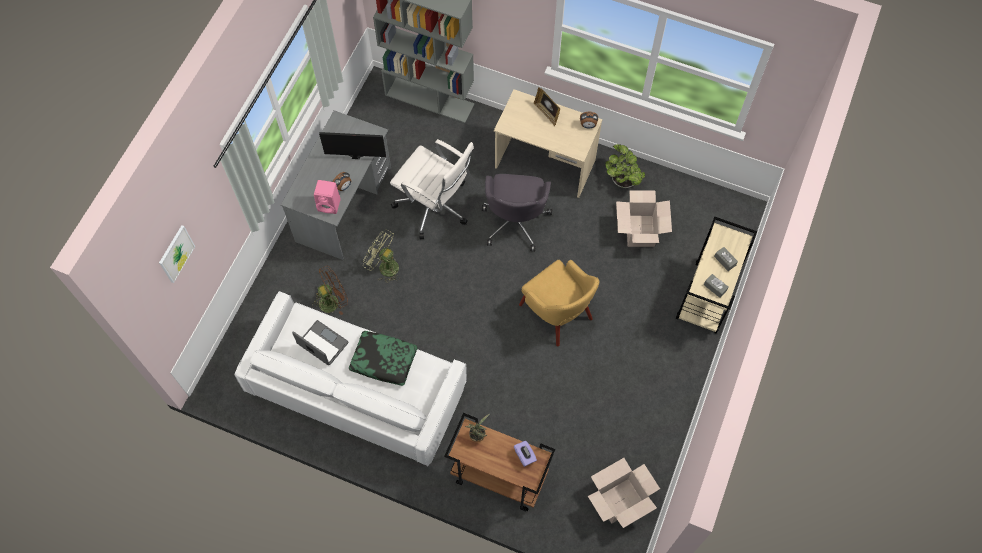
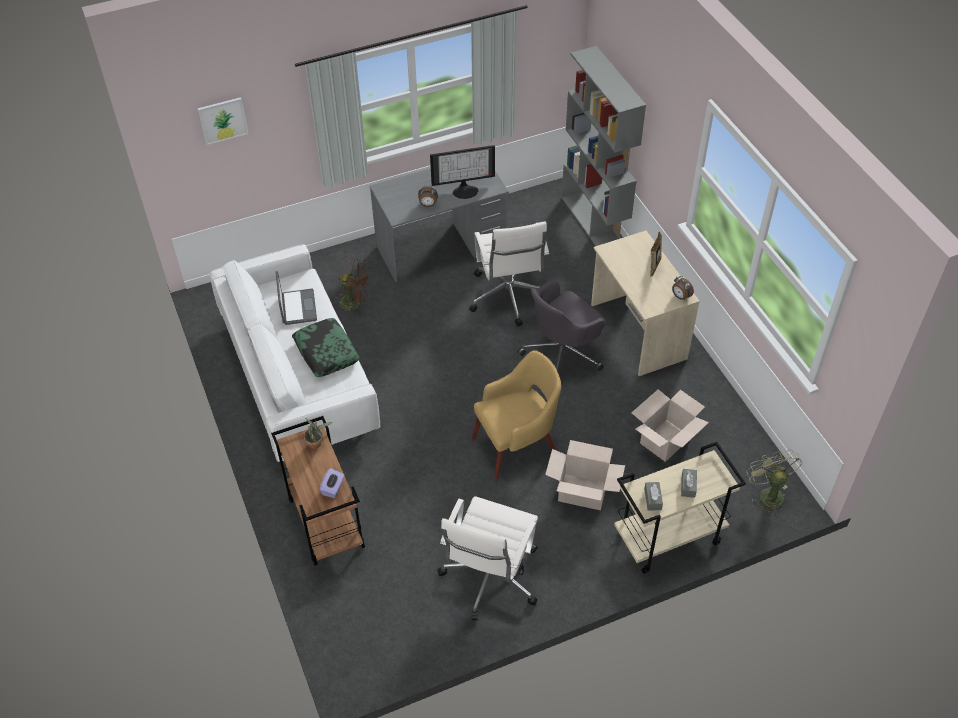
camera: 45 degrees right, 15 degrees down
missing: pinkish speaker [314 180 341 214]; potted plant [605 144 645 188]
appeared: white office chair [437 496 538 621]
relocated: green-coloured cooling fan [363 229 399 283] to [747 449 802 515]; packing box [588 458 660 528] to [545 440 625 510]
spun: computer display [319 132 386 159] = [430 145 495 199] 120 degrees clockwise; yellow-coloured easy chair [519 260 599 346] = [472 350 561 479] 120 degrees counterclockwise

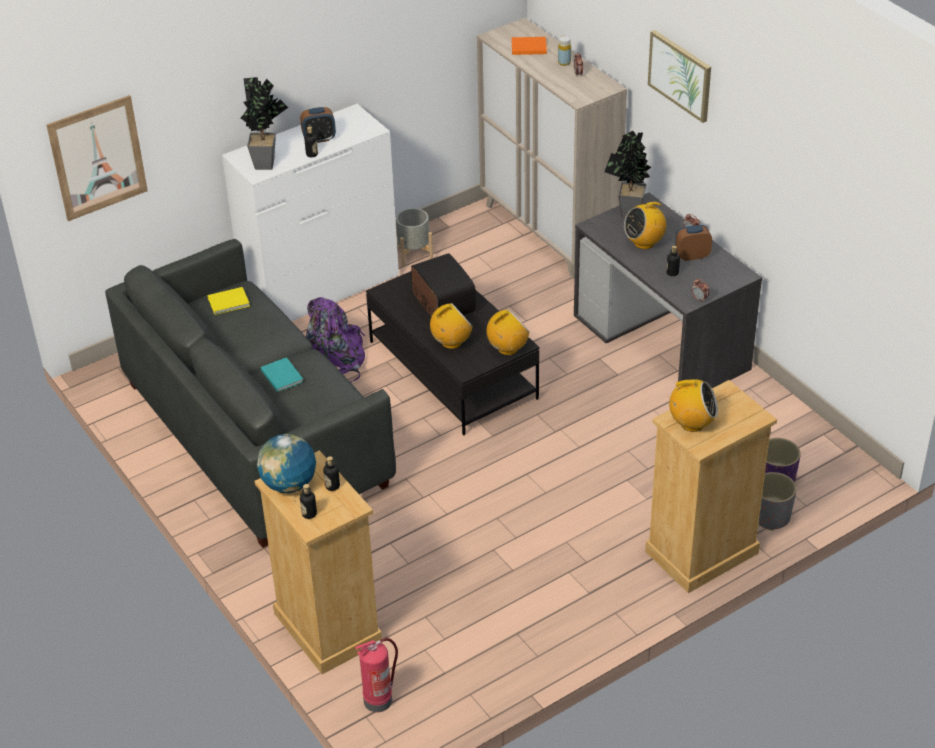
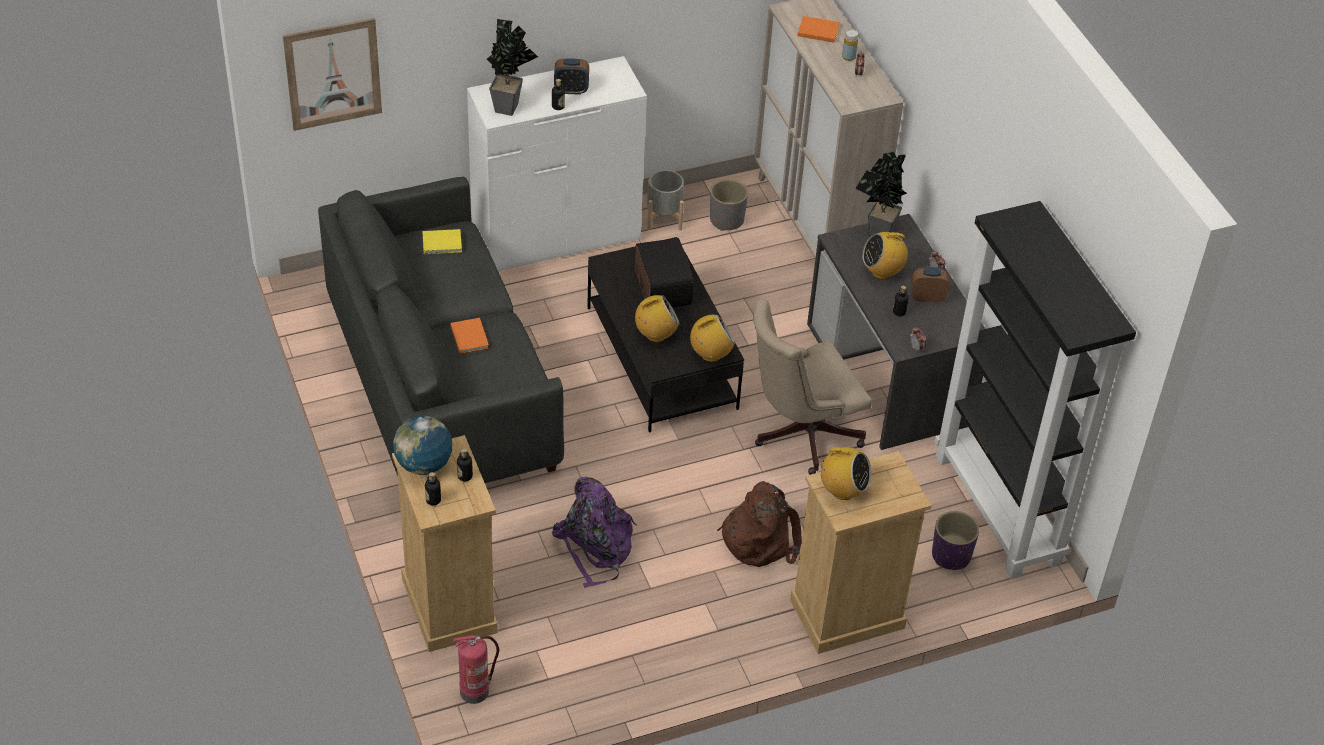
camera: 10 degrees right, 5 degrees up
missing: wall art [648 30 711 123]
appeared: brownish knapsack [717 481 802 567]; beige office chair [753 299 872 475]; black-coloured bookshelf [935 201 1136 579]
relocated: purplish knapsack [306 297 365 383] to [552 477 637 588]; greyish planter [758 472 797 531] to [710 179 748 231]
colour: blue-green volume [261 357 303 392] to orange volume [451 318 489 354]

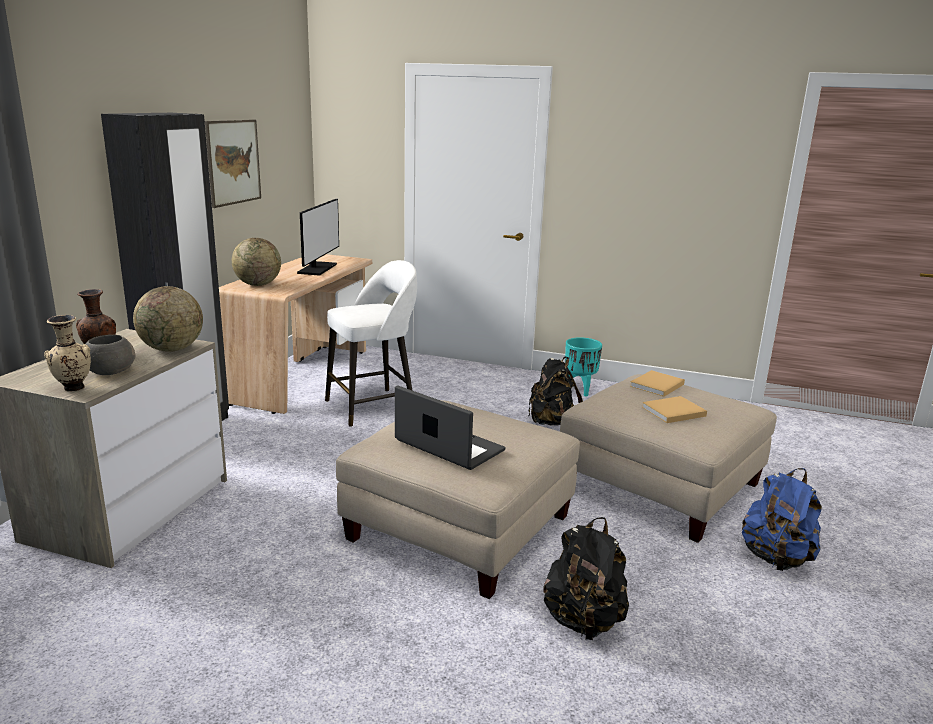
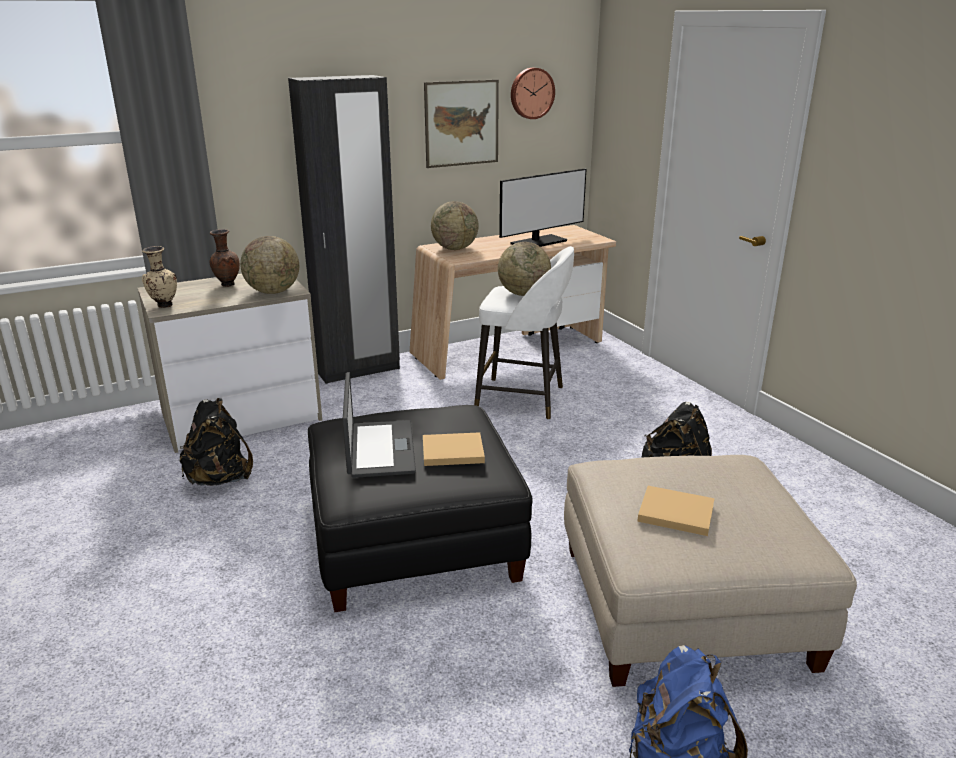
camera: 45 degrees right, 5 degrees up
missing: greyish bowl [85 335 136 375]; blue-green planter [565 337 602 397]
appeared: globe [498 242 551 296]; clock on the wall [511 68 555 119]
relocated: black-coloured knapsack [544 517 629 640] to [180 398 253 486]; beige volume [630 370 685 397] to [423 432 485 466]
colour: beige pouffe [336 400 580 599] to black-coloured pouffe [308 405 533 612]

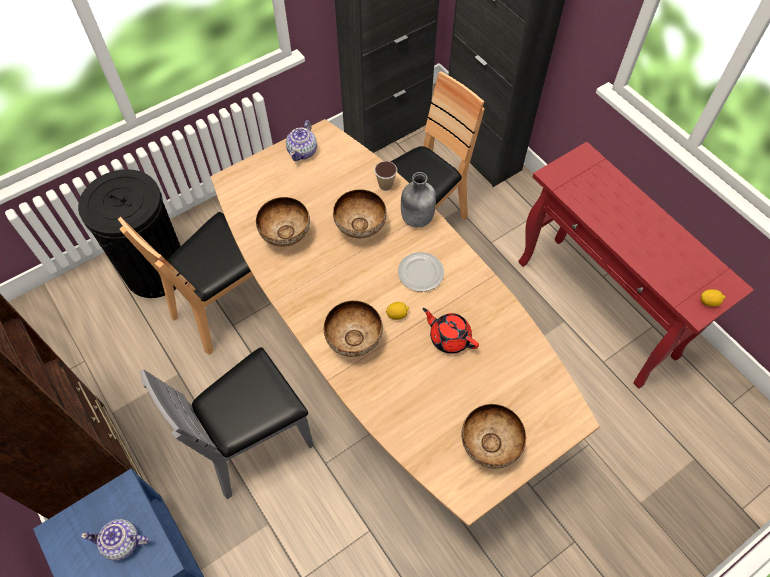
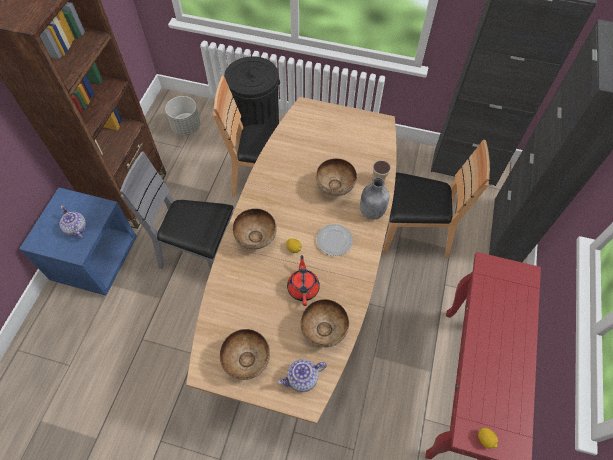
camera: 50 degrees right, 0 degrees up
appeared: greyish planter [165 96 200 135]
relocated: bowl [256 197 310 247] to [300 299 349 347]; tea pot [286 120 317 161] to [278 359 327 392]

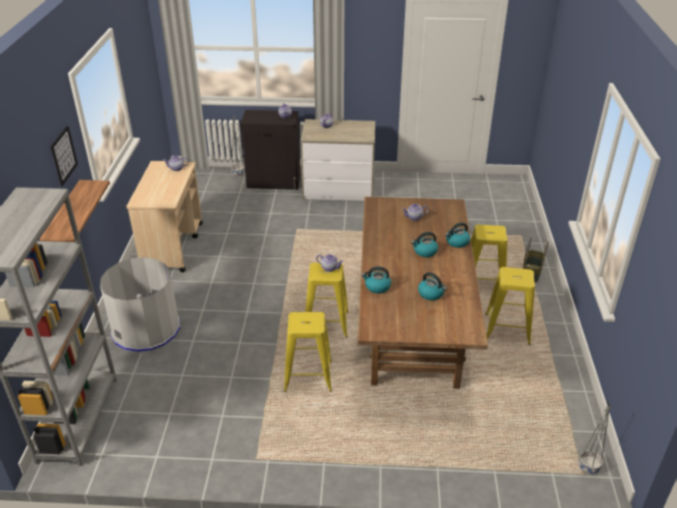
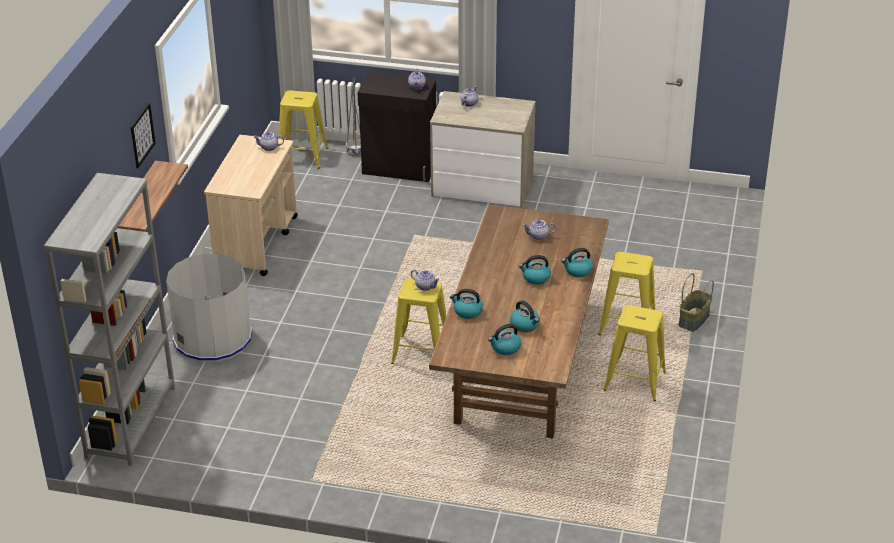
camera: 10 degrees right, 0 degrees up
missing: greyish planter [578 401 611 474]
appeared: kettle [488 324 521 355]
relocated: yellow-coloured stool [284 312 332 392] to [279 90 328 168]

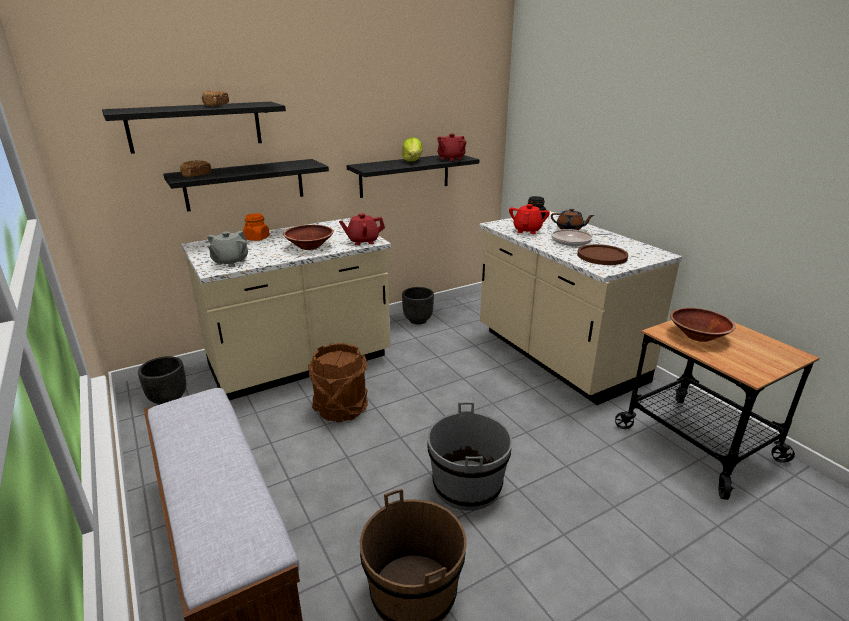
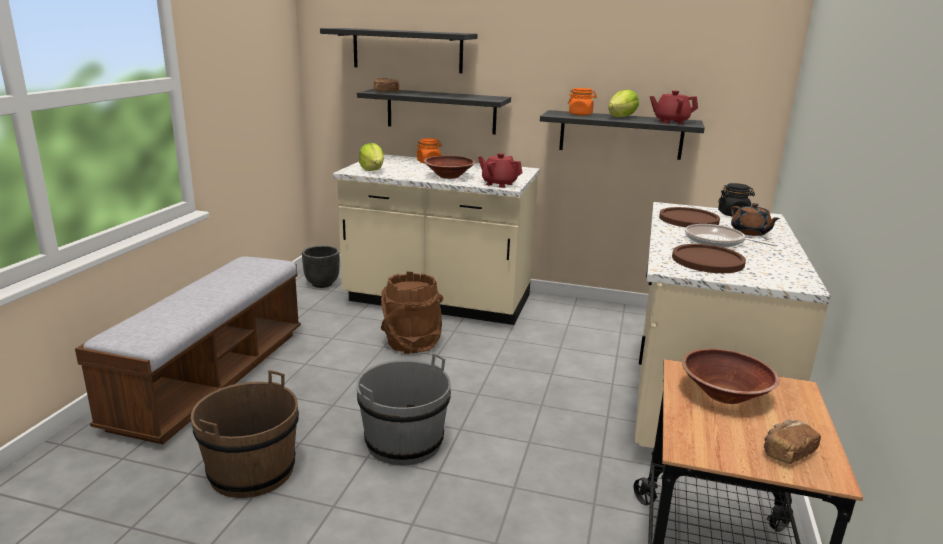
camera: 45 degrees right, 5 degrees down
missing: black-coloured planter [402 287 434 324]
appeared: orange storage jar [568 88 597 115]
relocated: baked bread [201 90 229 107] to [764 419 821 464]
exchanged: greyish tea pot [207 231 248 267] to lettuce head [359 143 384 171]; reddish tea pot [509 204 550 234] to brownish flat dish [659 207 720 227]

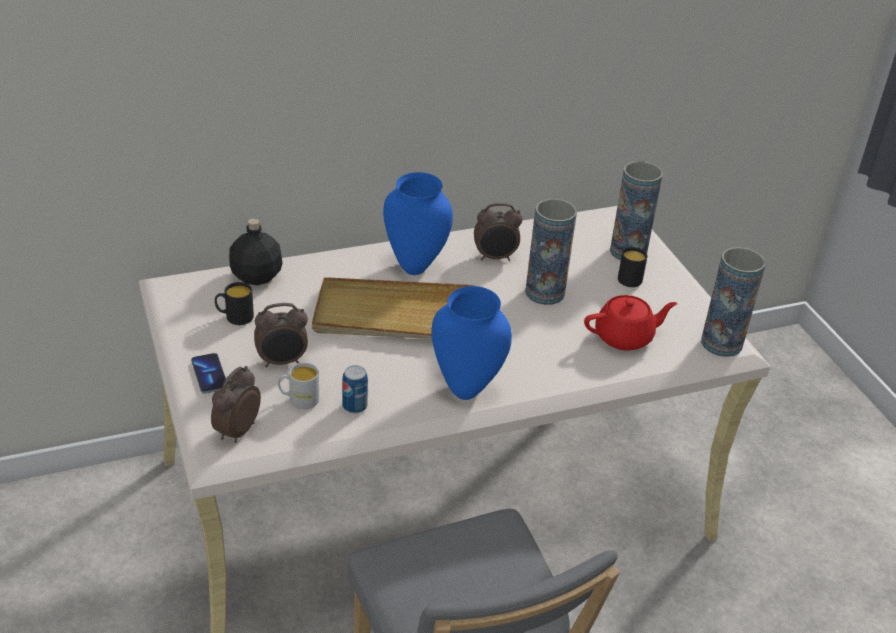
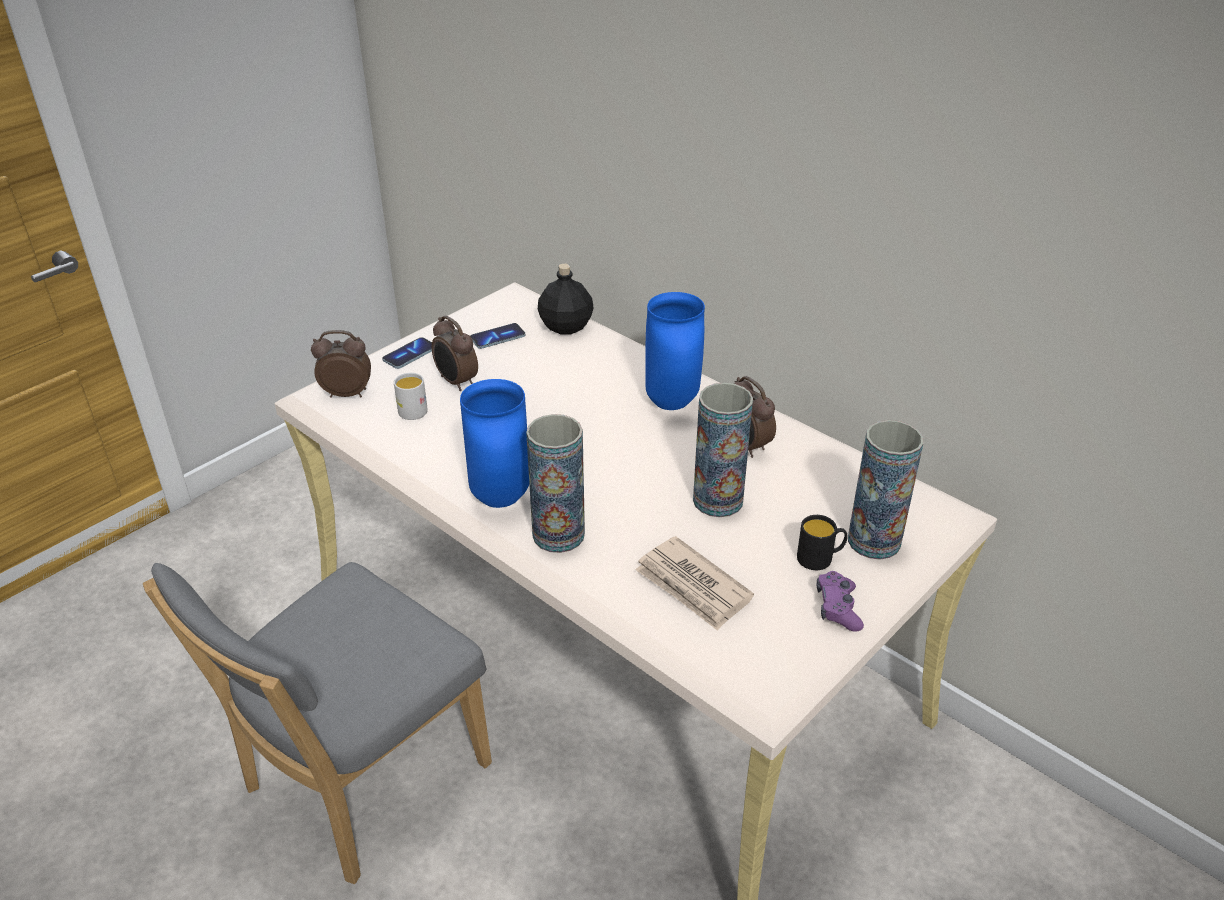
camera: 65 degrees right, 0 degrees up
missing: beige carrying tray [312 277 474 339]; metal can [342 365 368 414]
appeared: purplish gamepad [817 571 864 632]
relocated: flower vase [701 247 765 357] to [526 414 585 553]
exchanged: black-coloured tea mug [215 282 254 325] to telephone [470 323 525 349]; reddish tea pot [584 295 677 351] to daily paper [635 536 754 631]

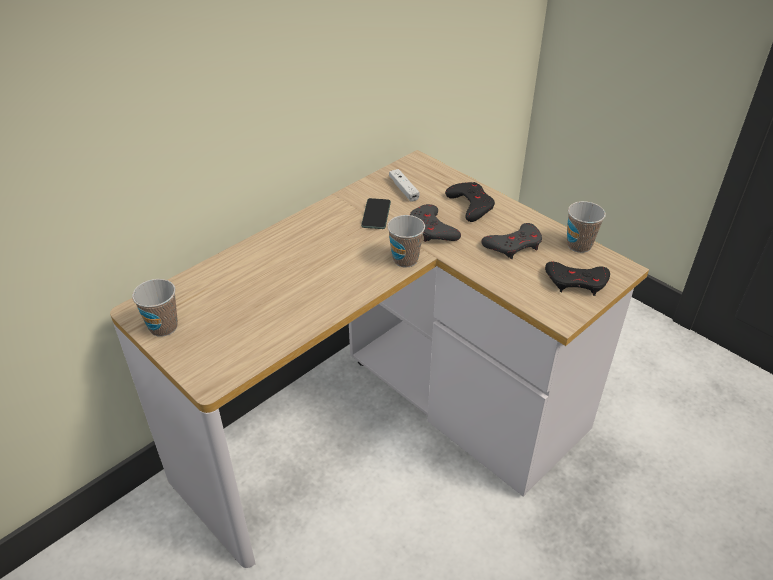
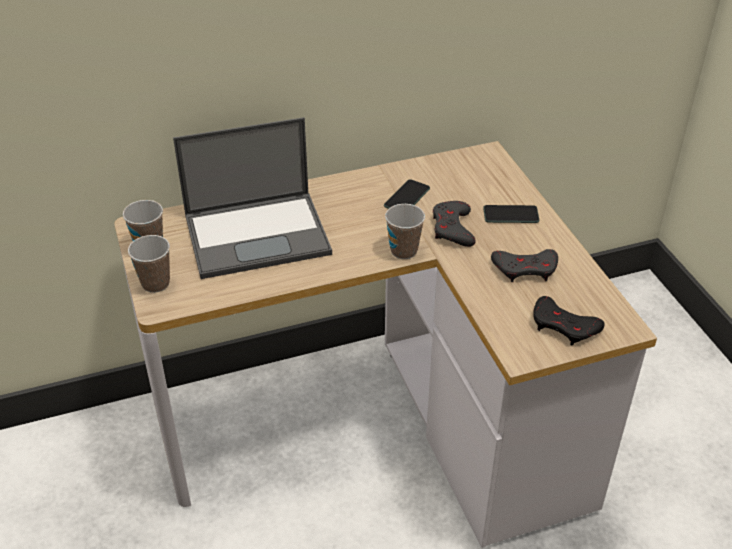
camera: 25 degrees right, 0 degrees up
missing: white gamepad [389 169 420 202]
appeared: portable computer [173 117 332 279]
relocated: small cup [567 201 606 253] to [128 235 170 293]
exchanged: black-coloured gamepad [445 182 495 222] to telephone [483 205 539 223]

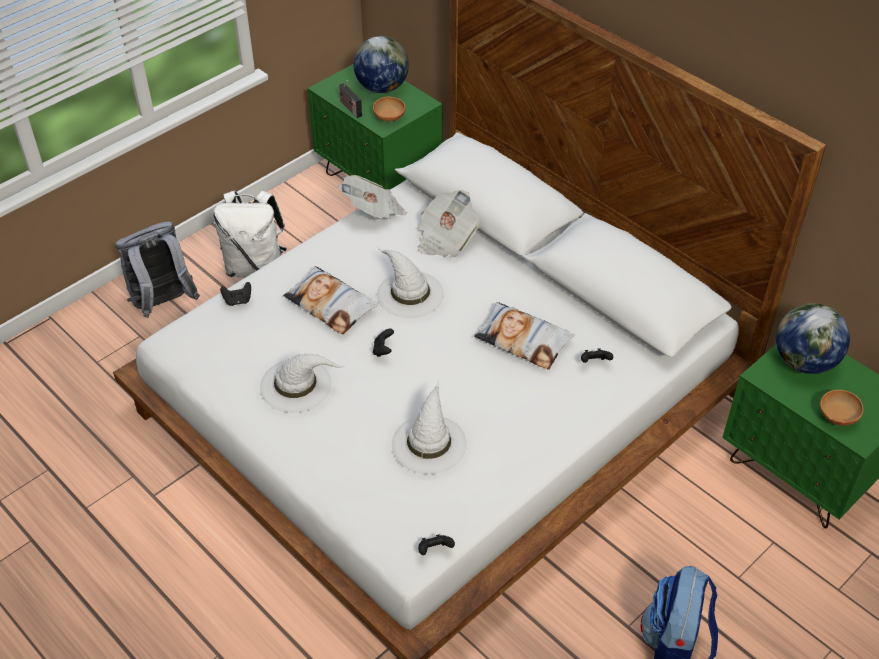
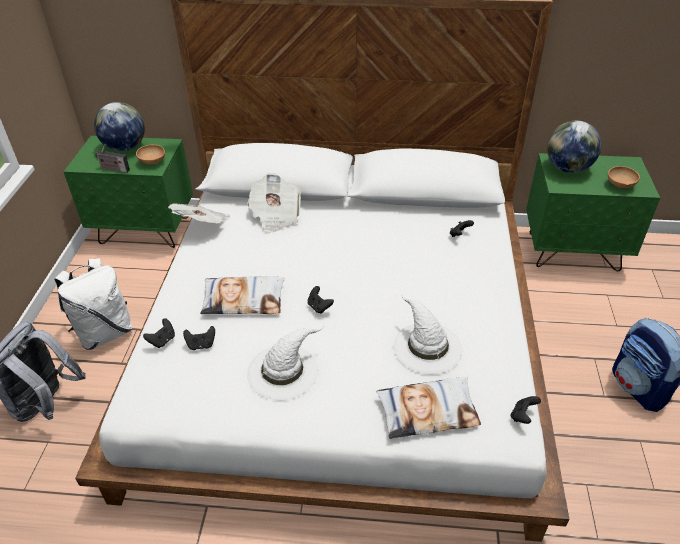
camera: 40 degrees left, 5 degrees down
missing: white wearable hat [377 246 444 318]
appeared: black-coloured gamepad [183 326 215 350]
relocated: pillow [474 302 574 370] to [376 377 481 439]

